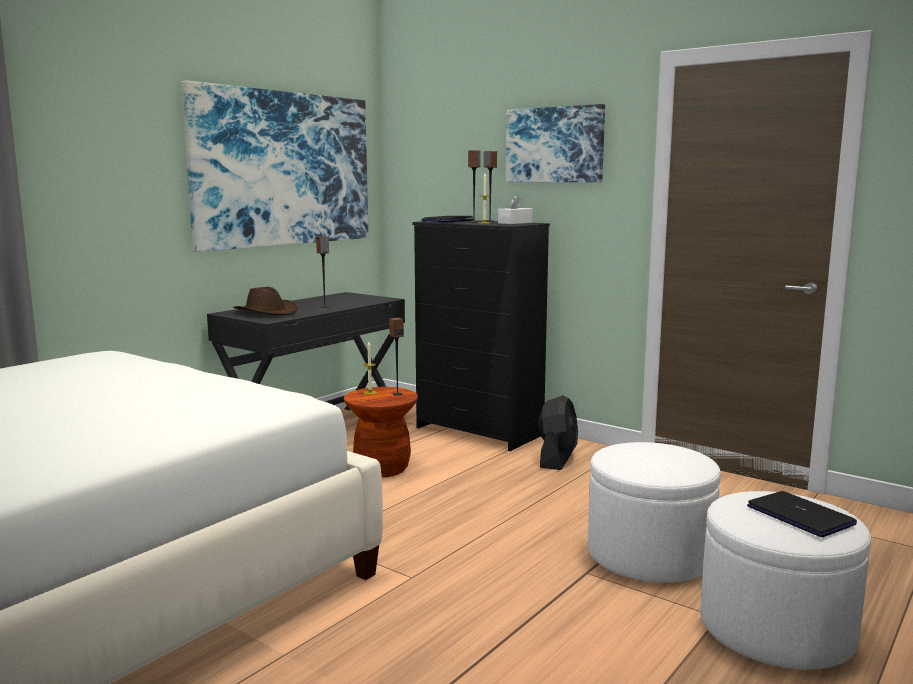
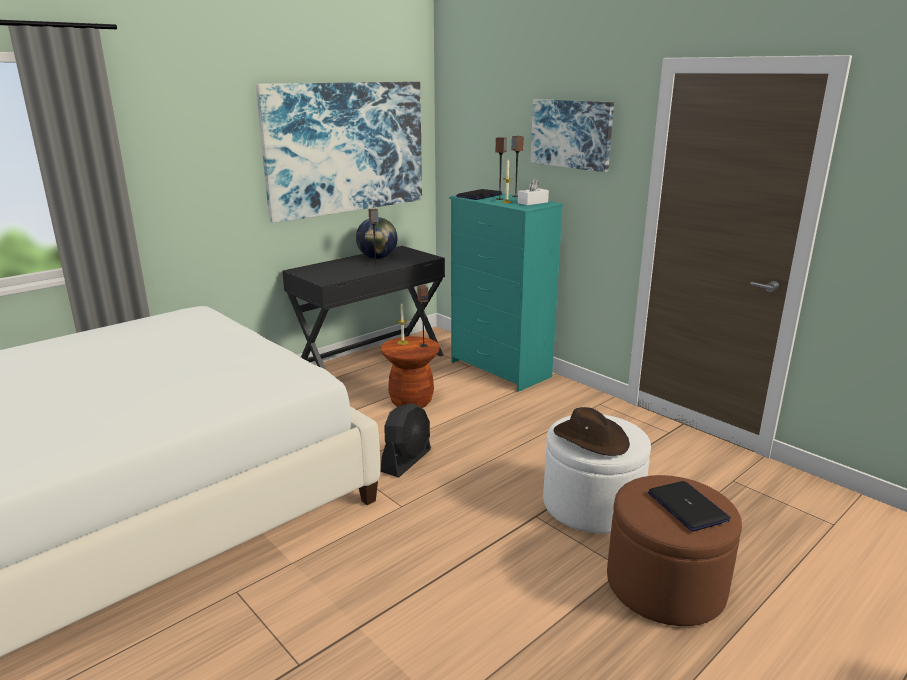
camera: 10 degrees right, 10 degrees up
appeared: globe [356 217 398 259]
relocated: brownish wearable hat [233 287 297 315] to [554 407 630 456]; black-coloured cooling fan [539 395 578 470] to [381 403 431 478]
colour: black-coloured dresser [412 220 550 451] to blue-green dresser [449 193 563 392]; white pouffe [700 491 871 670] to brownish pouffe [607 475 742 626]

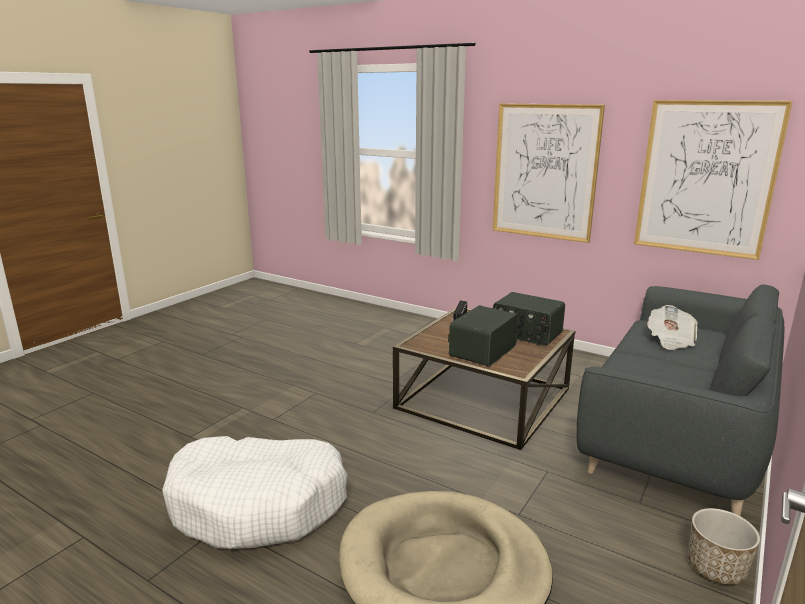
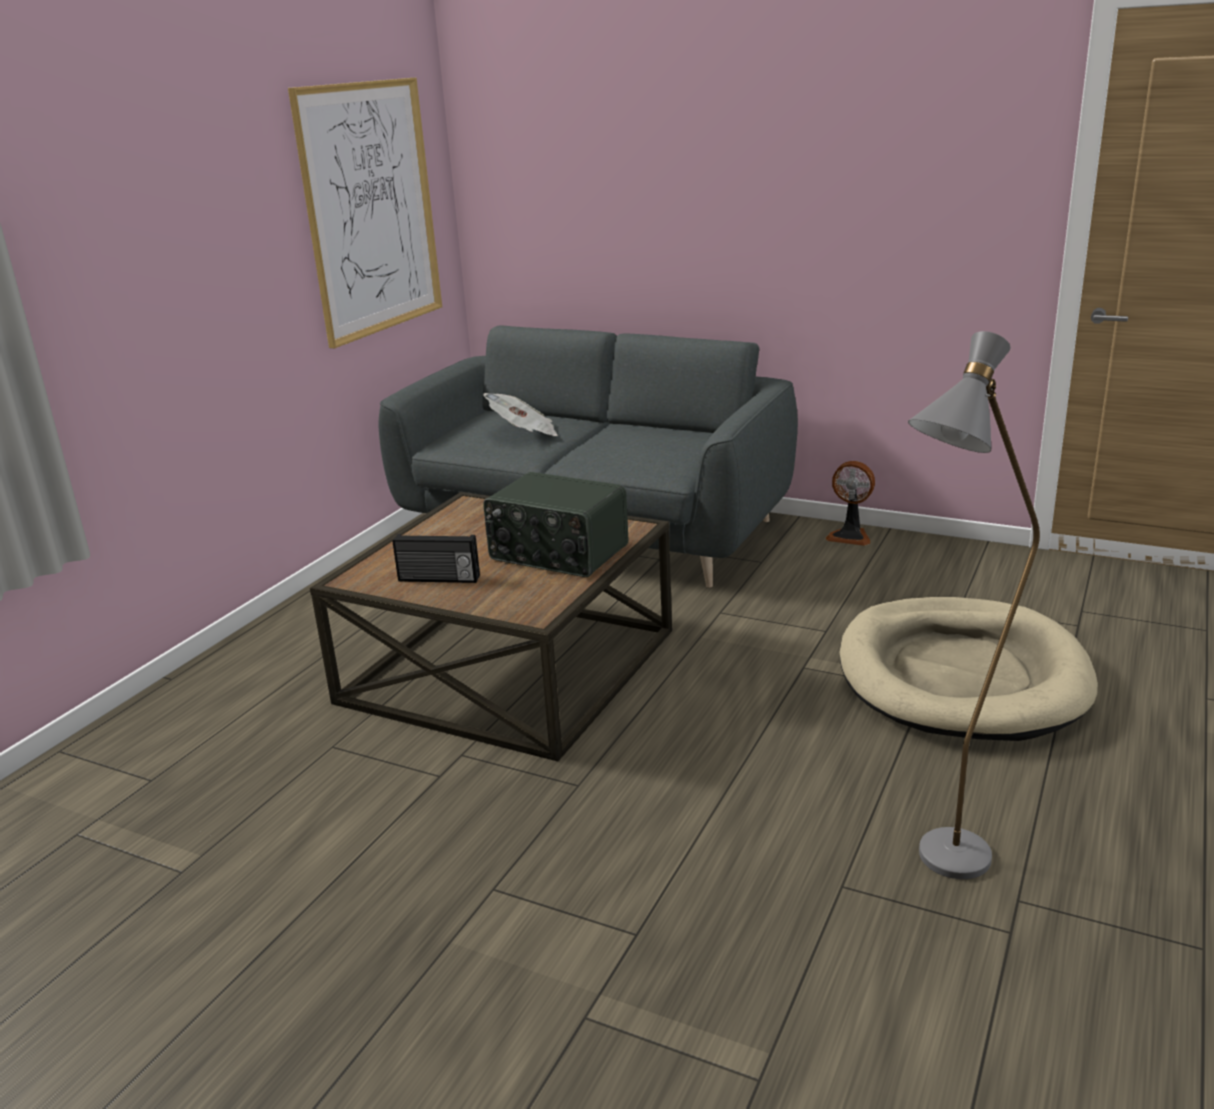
camera: 95 degrees left, 5 degrees up
missing: wall art [493 103 605 243]; radio set [493 292 565 346]
exchanged: white pet bed [162 436 348 549] to greyish standard lamp [908 331 1040 879]; planter [688 508 760 585] to cooling fan [825 461 875 546]

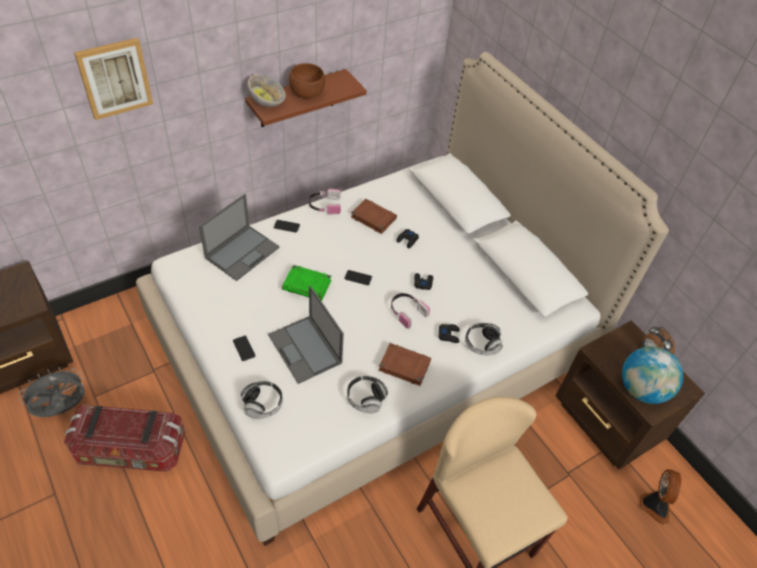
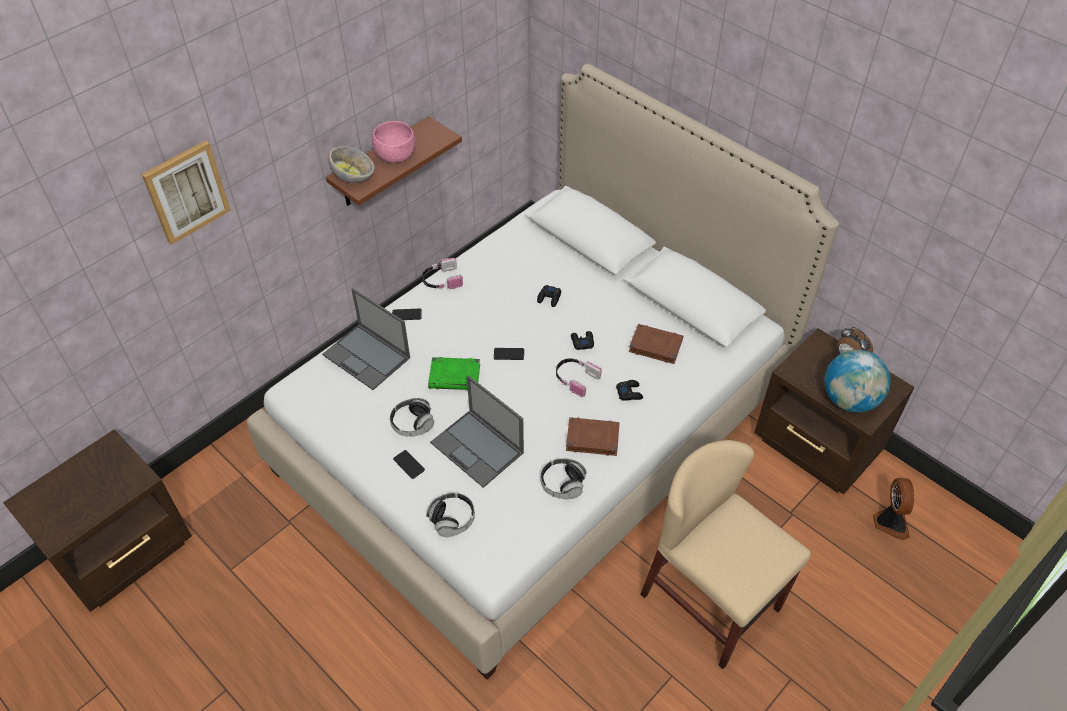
camera: 10 degrees left, 0 degrees up
missing: greyish cooling fan [19 367 85 417]; storage container [64 405 185 472]
relocated: brownish volume [351 199 397 234] to [629 324 683 364]; headphones [465 323 503 355] to [390 398 434 437]
colour: brownish bowl [289 63 325 99] to pinkish bowl [372 121 415 163]
spun: portable computer [199 194 280 281] = [322 288 410 390] 105 degrees clockwise

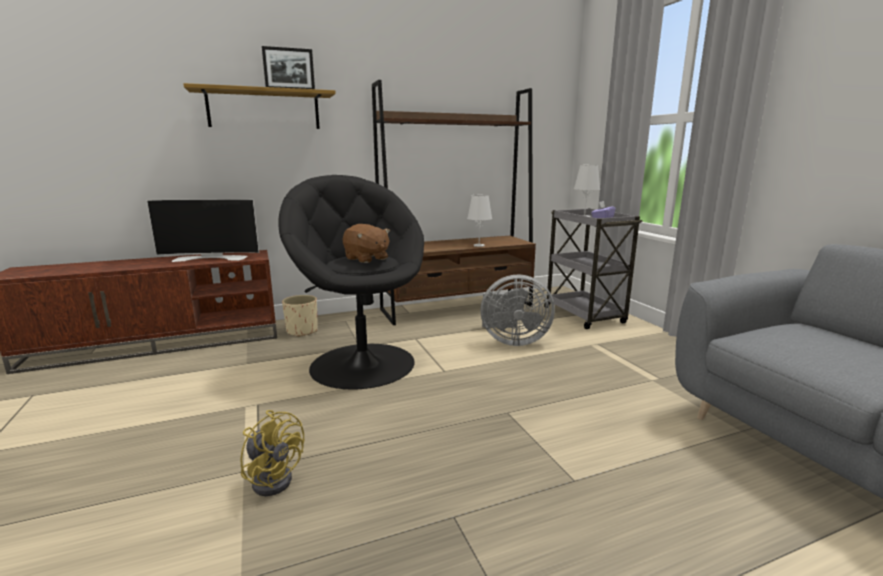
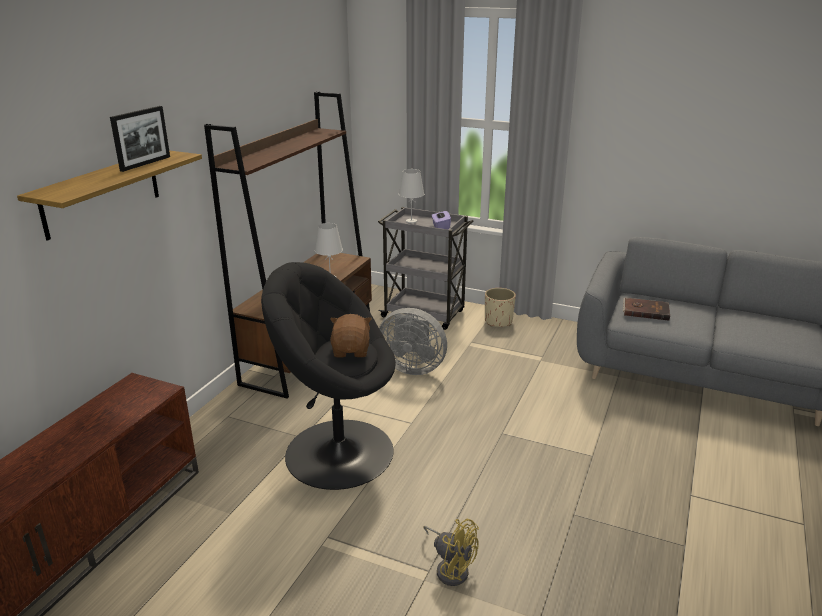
camera: 45 degrees left, 10 degrees up
missing: television [147 199 259 262]
appeared: brownish volume [623 298 670 321]
relocated: beige planter [282 295 318 337] to [485 288 516 327]
spun: yellow-coloured cooling fan [240 410 304 496] = [424 519 479 586] 45 degrees clockwise; brownish plush toy [342 224 390 263] = [330 314 372 358] 90 degrees counterclockwise; greyish cooling fan [480 274 555 346] = [379 308 447 375] 60 degrees clockwise

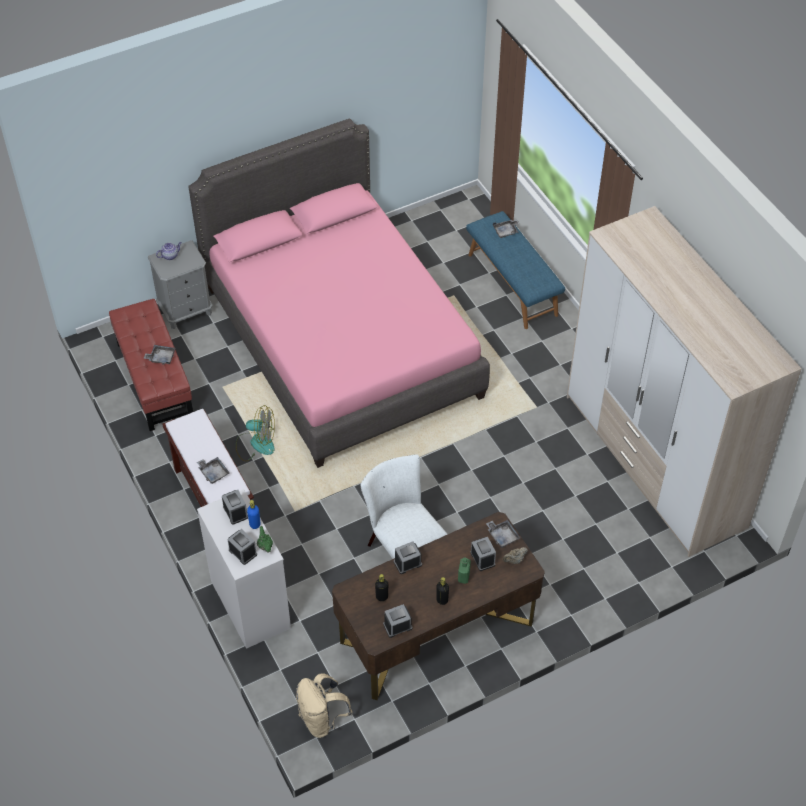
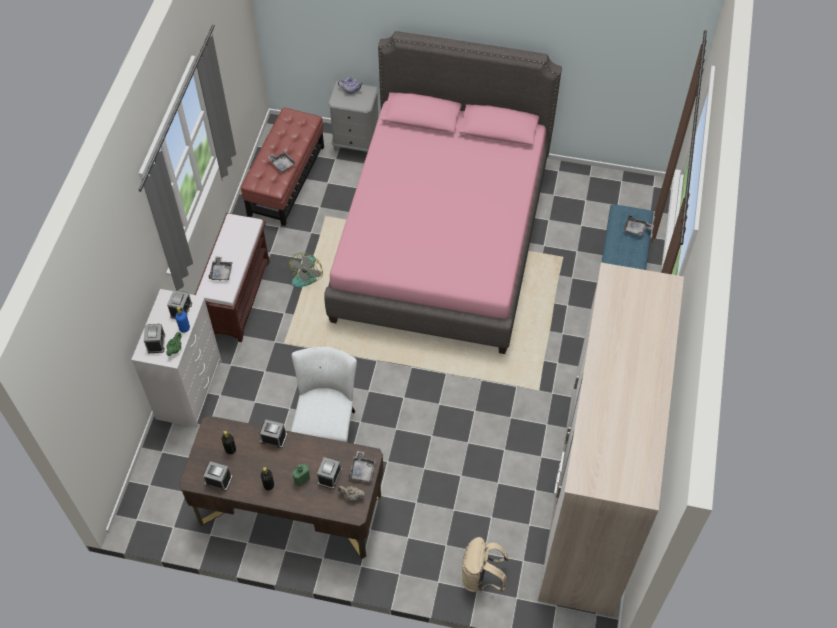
camera: 40 degrees right, 5 degrees up
relocated: beige knapsack [296 673 352 738] to [462 537 509 593]
spun: cooling fan [236 405 275 462] = [289 253 323 288] 60 degrees clockwise

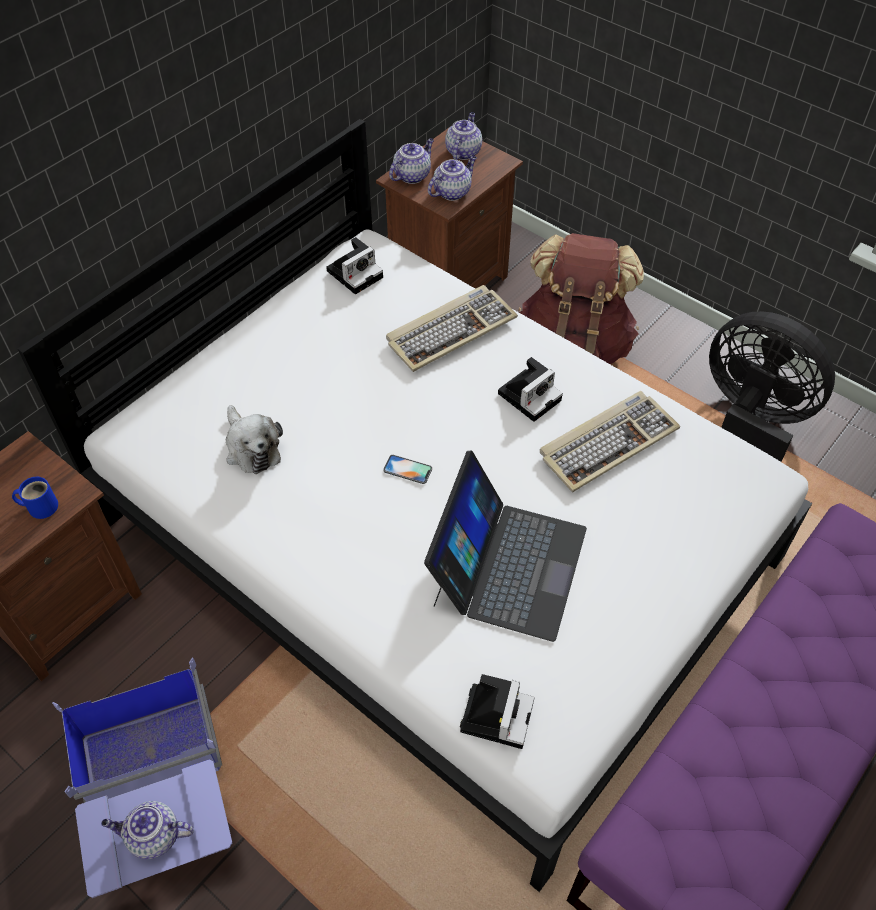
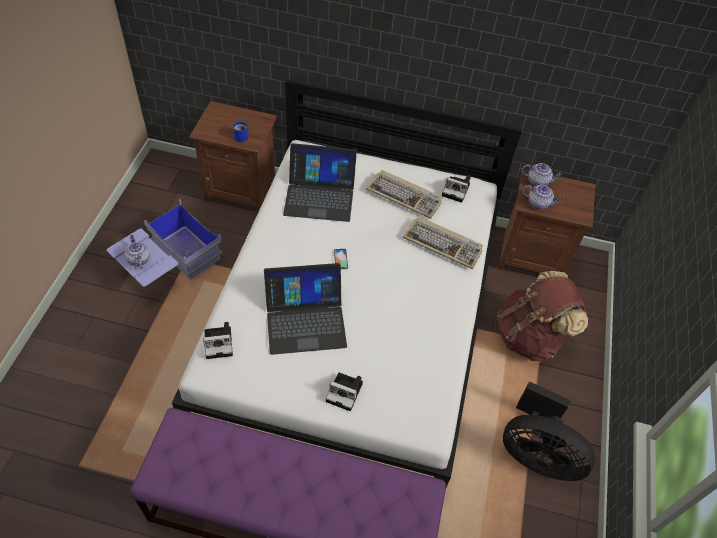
camera: 60 degrees right, 0 degrees up
missing: tea pot [445 112 482 160]
relocated: still camera [498 357 563 422] to [326 372 363 411]; keyboard [540 391 680 492] to [366 170 442 219]
exchanged: plush toy [226 405 283 474] to portable computer [283 143 357 222]
spun: black-coloured cooling fan [709 311 835 462] = [503 381 595 481] 105 degrees clockwise

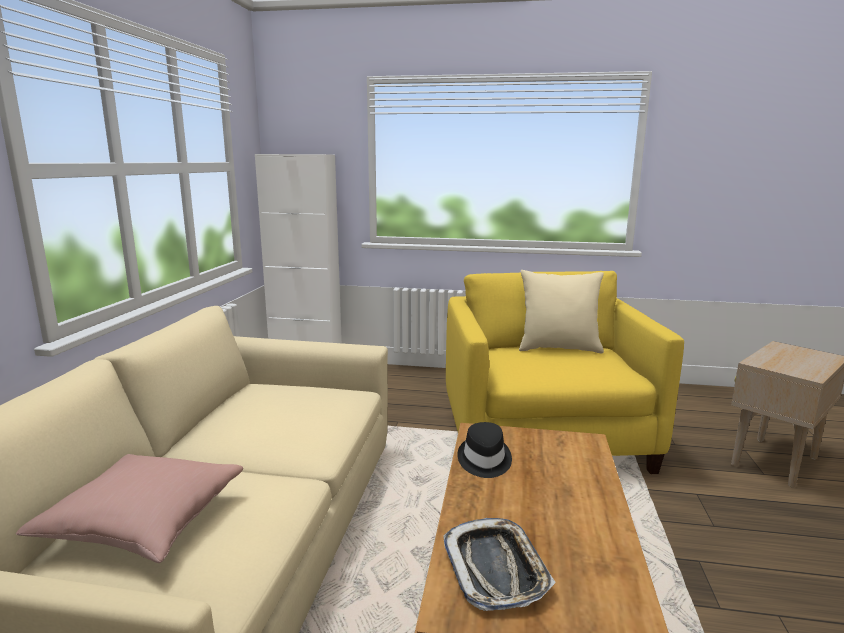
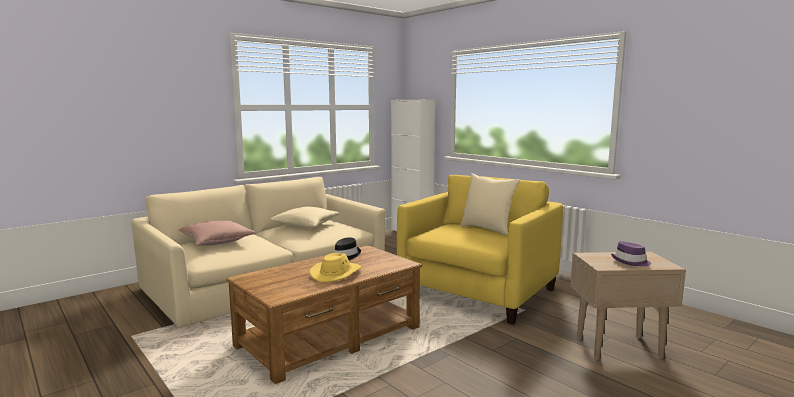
camera: 40 degrees right, 5 degrees down
missing: carrying tray [443 518 556 611]
appeared: beige pillow [271 207 339 228]; yellow-coloured wearable hat [310 253 361 282]; purplish wearable hat [611 241 651 266]

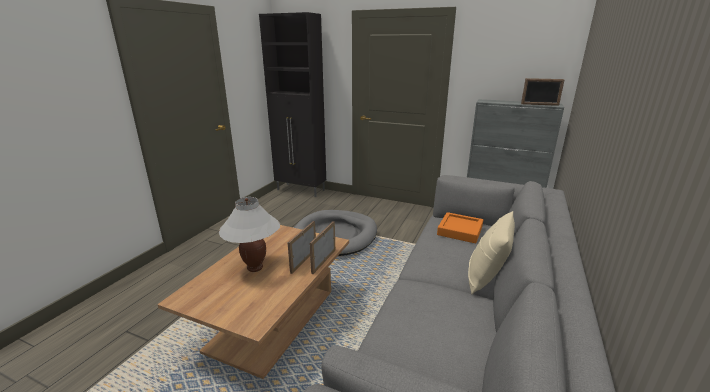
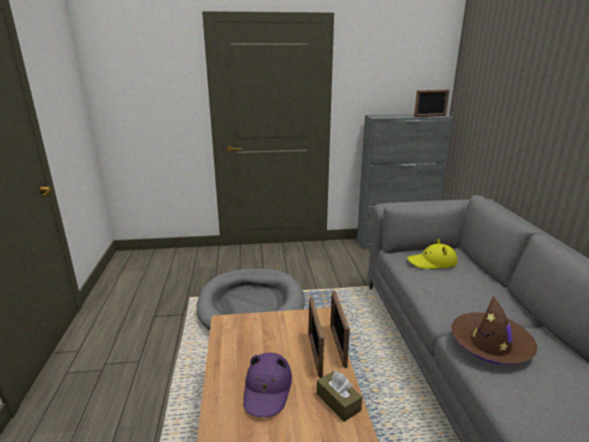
camera: 30 degrees left, 0 degrees up
missing: black-coloured cabinet [259 12 326 197]; beige pillow [468 211 515 294]
appeared: brownish box of tissues [317 371 362 422]; brownish wearable hat [451 296 537 365]
exchanged: white lamp for a table [219 197 280 272] to purplish wearable hat [243 353 292 417]; orange carrying tray [437 212 483 243] to yellow-coloured wearable hat [407 239 457 269]

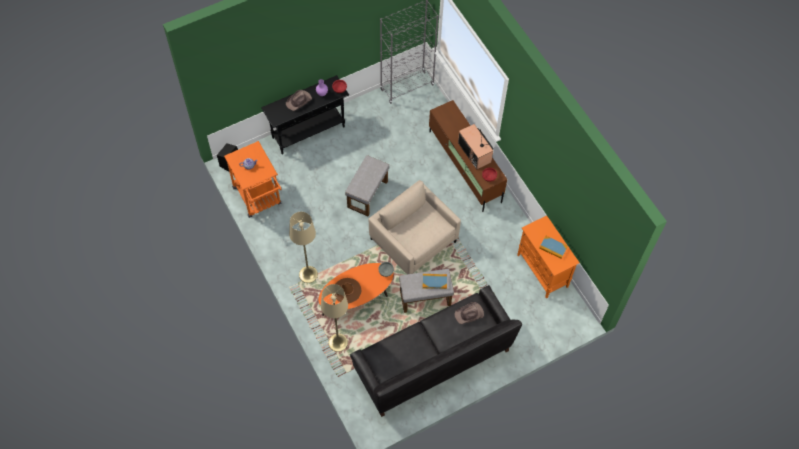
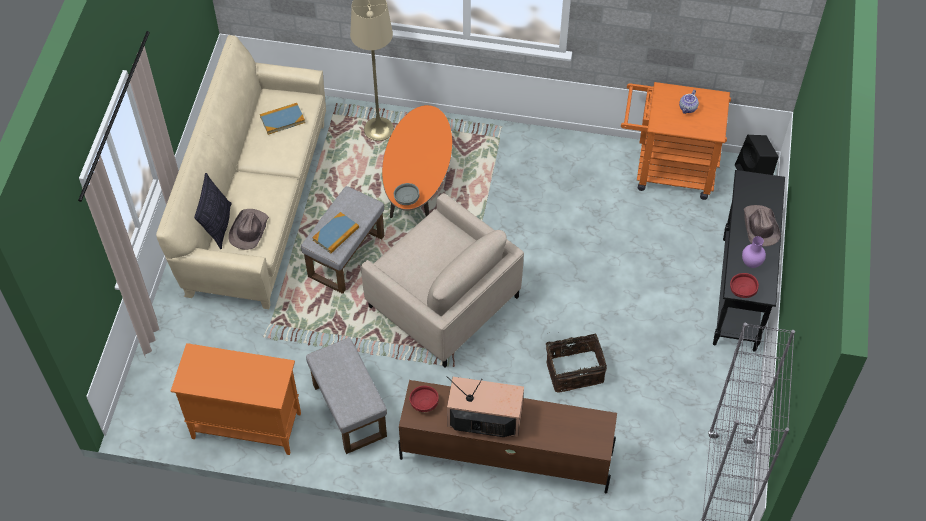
camera: 130 degrees right, 5 degrees down
missing: beige standard lamp [289 212 318 283]; brownish wearable hat [334 278 361 304]
appeared: pillow [194 173 232 249]; household basket [546 332 607 393]
relocated: greyish pouffe [345 155 389 216] to [306 338 387 454]; volume [539 236 568 259] to [260 103 305 135]
colour: black-coloured couch [350 285 522 417] to beige couch [156 35 326 309]
spun: beige easy chair [369 180 461 274] = [361 193 524 368] 45 degrees clockwise

